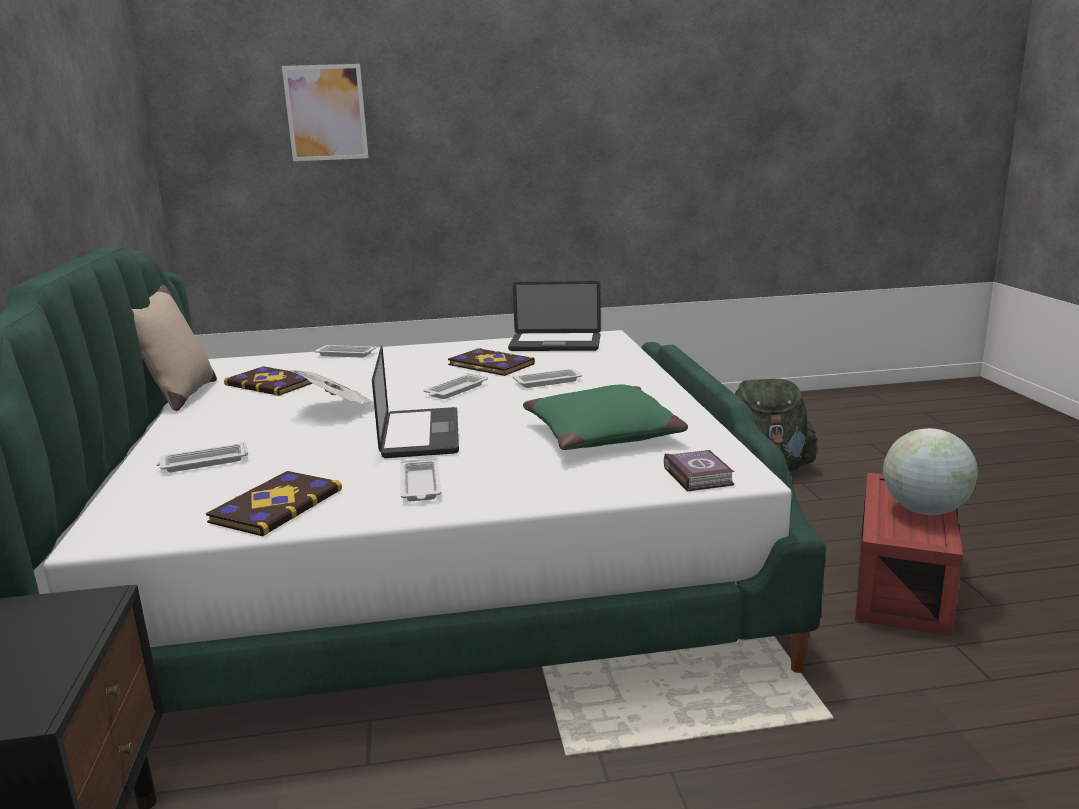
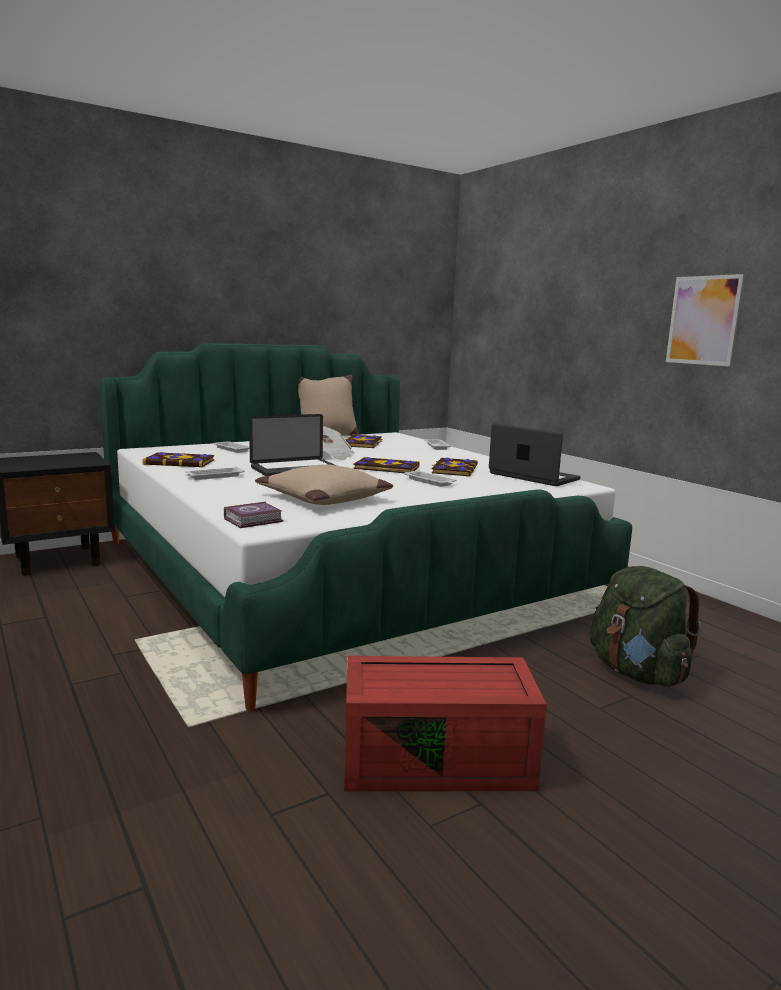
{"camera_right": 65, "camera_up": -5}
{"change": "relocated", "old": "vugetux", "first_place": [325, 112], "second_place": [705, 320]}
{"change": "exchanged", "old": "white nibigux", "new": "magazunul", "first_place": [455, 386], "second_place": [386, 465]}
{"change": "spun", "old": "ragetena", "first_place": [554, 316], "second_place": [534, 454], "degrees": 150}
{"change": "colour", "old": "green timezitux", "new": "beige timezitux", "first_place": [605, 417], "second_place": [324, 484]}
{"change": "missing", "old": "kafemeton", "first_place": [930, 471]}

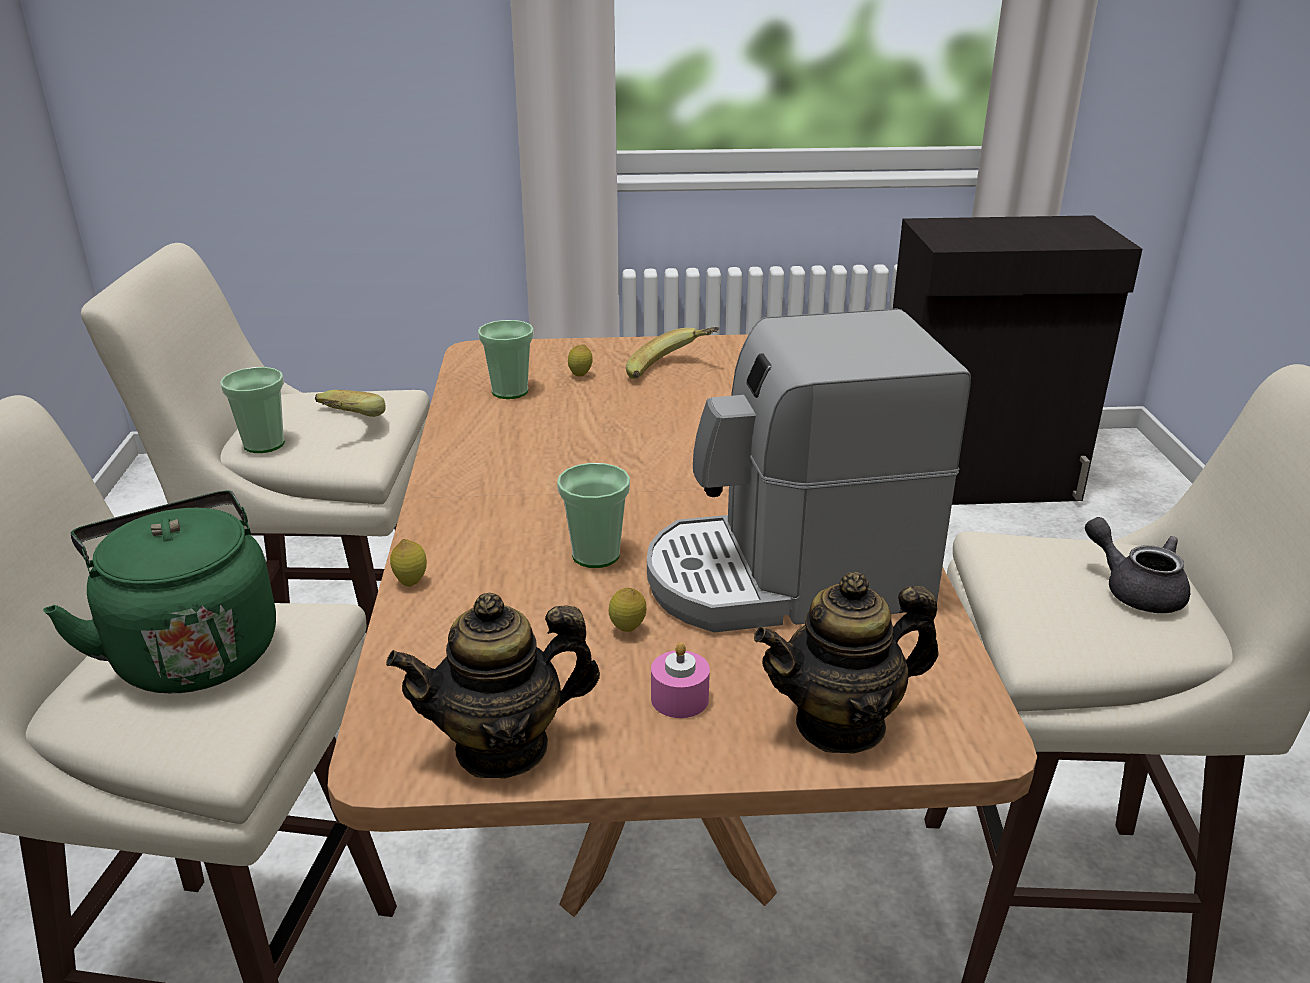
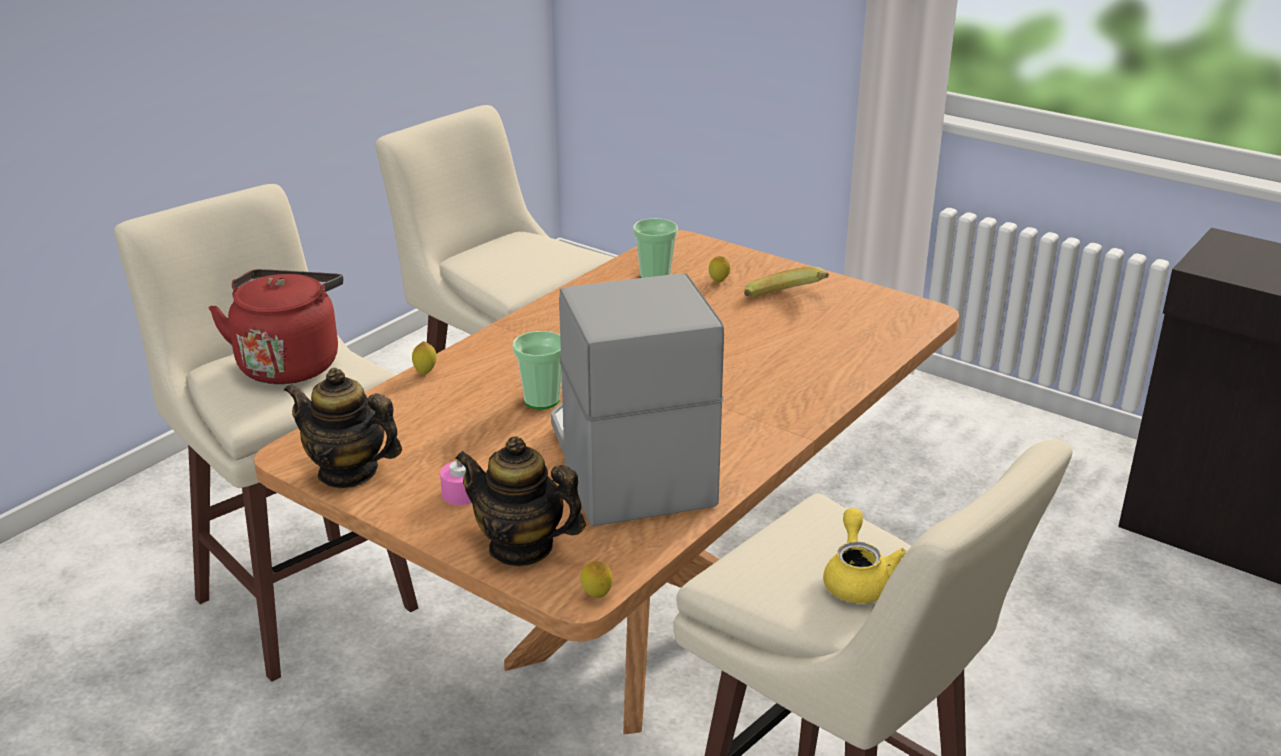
{"camera_right": 40, "camera_up": 0}
{"change": "colour", "old": "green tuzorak", "new": "red tuzorak", "first_place": [159, 591], "second_place": [275, 326]}
{"change": "missing", "old": "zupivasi", "first_place": [252, 410]}
{"change": "missing", "old": "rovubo", "first_place": [350, 403]}
{"change": "relocated", "old": "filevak", "first_place": [627, 609], "second_place": [596, 579]}
{"change": "spun", "old": "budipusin", "first_place": [809, 470], "second_place": [637, 400], "degrees": 45}
{"change": "colour", "old": "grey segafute", "new": "yellow segafute", "first_place": [1137, 565], "second_place": [865, 555]}

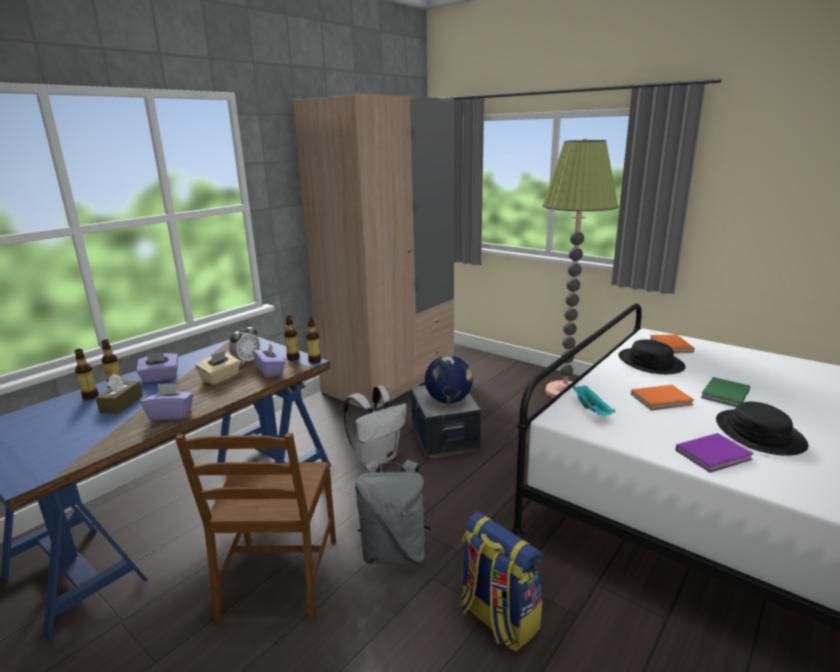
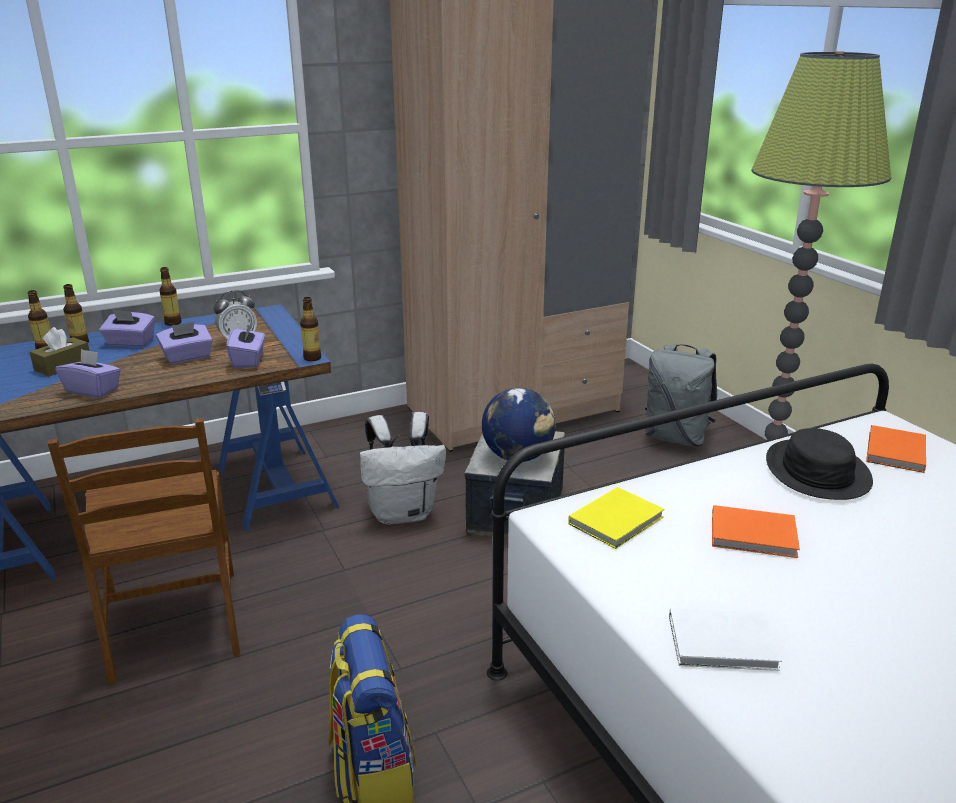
{"camera_right": 25, "camera_up": 5}
{"change": "spun", "old": "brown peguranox", "first_place": [255, 528], "second_place": [144, 551], "degrees": -45}
{"change": "colour", "old": "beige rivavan", "new": "purple rivavan", "first_place": [217, 367], "second_place": [184, 343]}
{"change": "relocated", "old": "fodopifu", "first_place": [292, 338], "second_place": [170, 296]}
{"change": "relocated", "old": "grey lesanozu", "first_place": [393, 512], "second_place": [681, 395]}
{"change": "exchanged", "old": "turquoise nibigux", "new": "yellow magazunul", "first_place": [593, 400], "second_place": [616, 518]}
{"change": "colour", "old": "purple magazunul", "new": "white magazunul", "first_place": [715, 453], "second_place": [725, 639]}
{"change": "missing", "old": "green magazunul", "first_place": [725, 392]}
{"change": "missing", "old": "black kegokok", "first_place": [762, 428]}

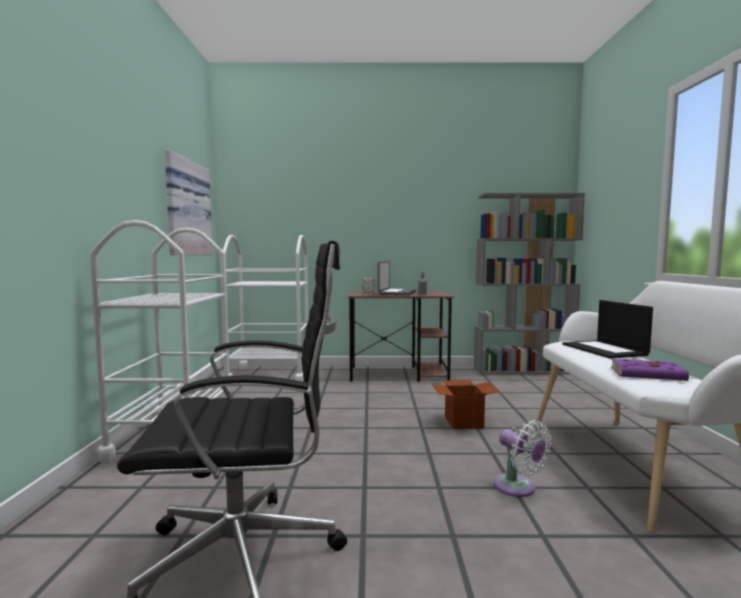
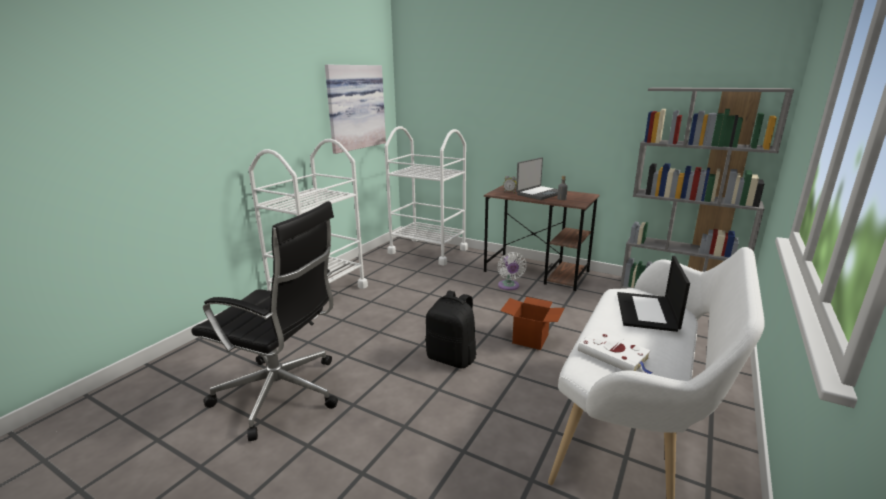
{"camera_right": 30, "camera_up": 15}
{"change": "relocated", "old": "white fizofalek", "first_place": [522, 458], "second_place": [512, 271]}
{"change": "colour", "old": "purple magazunul", "new": "white magazunul", "first_place": [653, 370], "second_place": [615, 352]}
{"change": "appeared", "new": "black lesanozu", "second_place": [450, 329]}

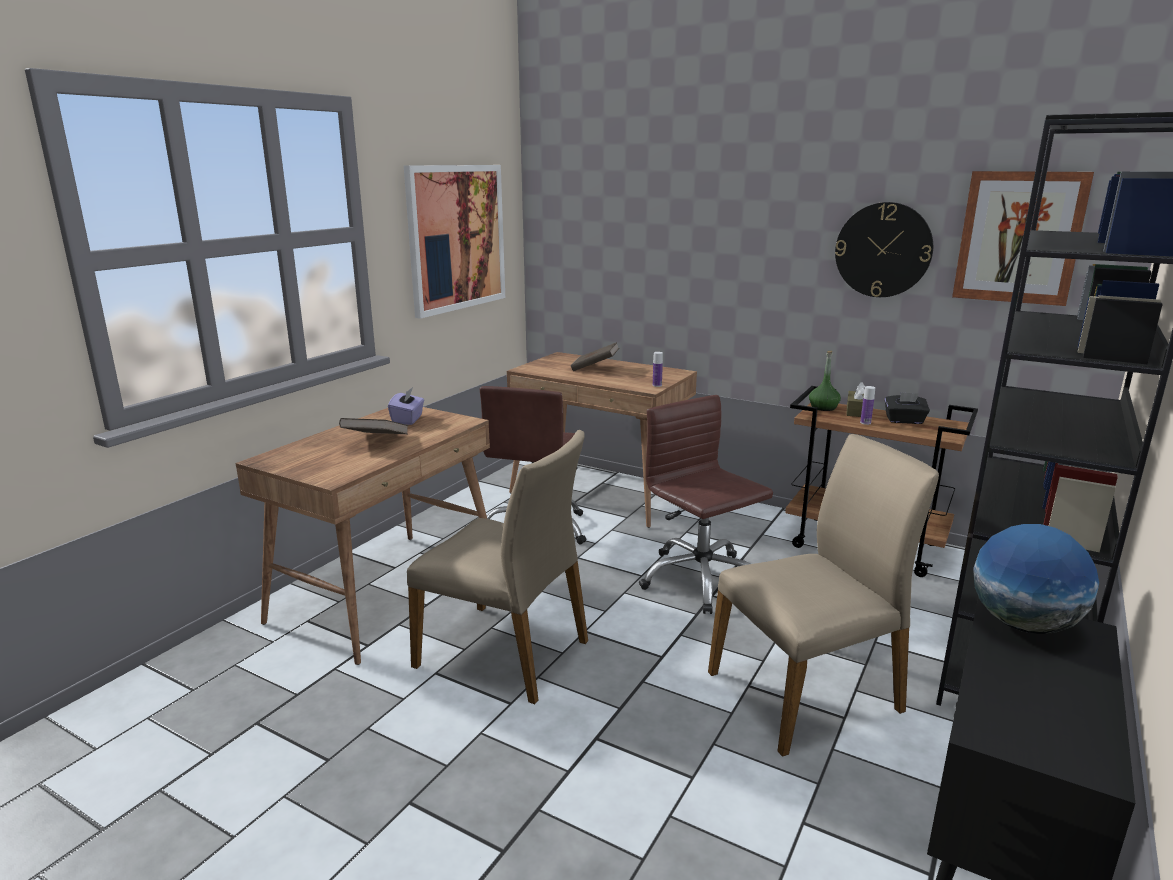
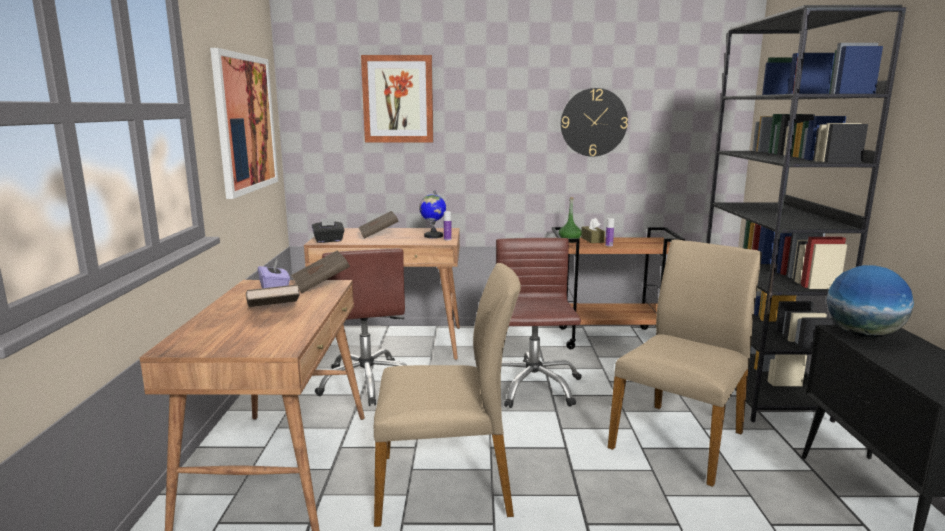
{"camera_right": -30, "camera_up": -5}
{"change": "spun", "old": "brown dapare", "first_place": [706, 504], "second_place": [539, 323], "degrees": 60}
{"change": "relocated", "old": "black rivavan", "first_place": [907, 408], "second_place": [328, 230]}
{"change": "relocated", "old": "vugetux", "first_place": [1023, 238], "second_place": [397, 99]}
{"change": "appeared", "new": "brown magazunul", "second_place": [320, 271]}
{"change": "appeared", "new": "kafemeton", "second_place": [432, 214]}

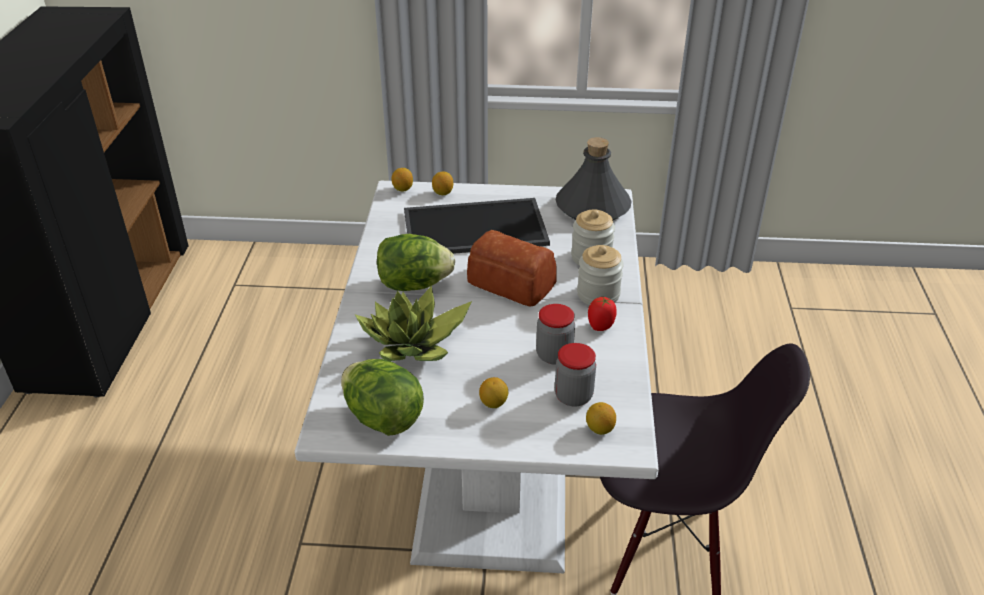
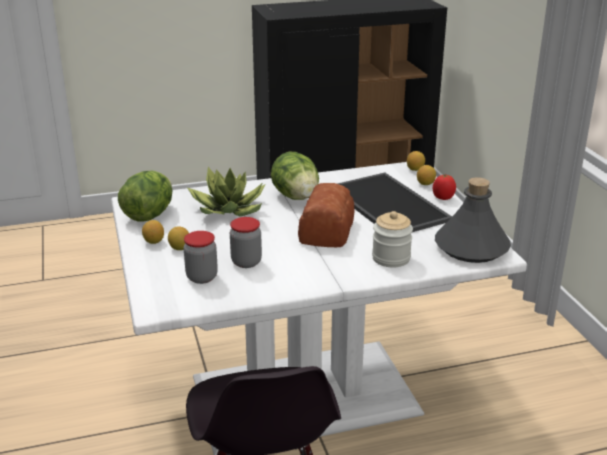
{"camera_right": 70, "camera_up": -10}
{"change": "missing", "old": "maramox", "first_place": [600, 275]}
{"change": "relocated", "old": "filevak", "first_place": [601, 418], "second_place": [153, 232]}
{"change": "relocated", "old": "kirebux", "first_place": [602, 314], "second_place": [444, 187]}

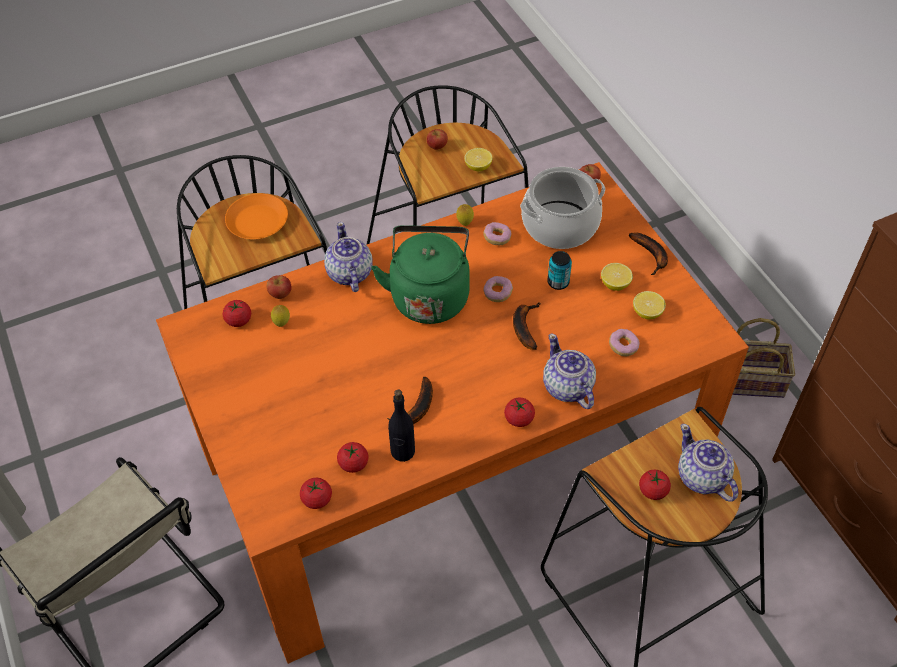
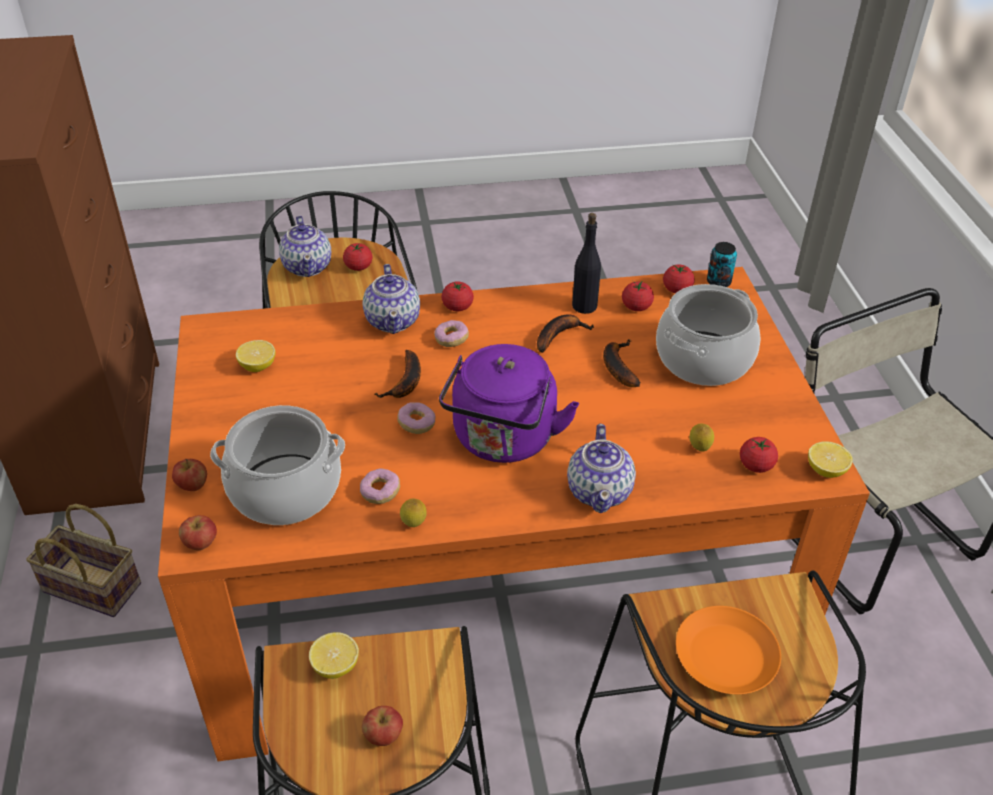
{"camera_right": -165, "camera_up": -10}
{"change": "relocated", "old": "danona", "first_place": [279, 287], "second_place": [189, 475]}
{"change": "colour", "old": "green tuzorak", "new": "purple tuzorak", "first_place": [420, 274], "second_place": [509, 403]}
{"change": "relocated", "old": "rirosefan", "first_place": [559, 270], "second_place": [722, 264]}
{"change": "relocated", "old": "filevak", "first_place": [617, 277], "second_place": [830, 459]}
{"change": "relocated", "old": "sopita", "first_place": [624, 342], "second_place": [451, 333]}
{"change": "relocated", "old": "rovubo", "first_place": [648, 254], "second_place": [622, 363]}
{"change": "appeared", "new": "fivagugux", "second_place": [708, 335]}

